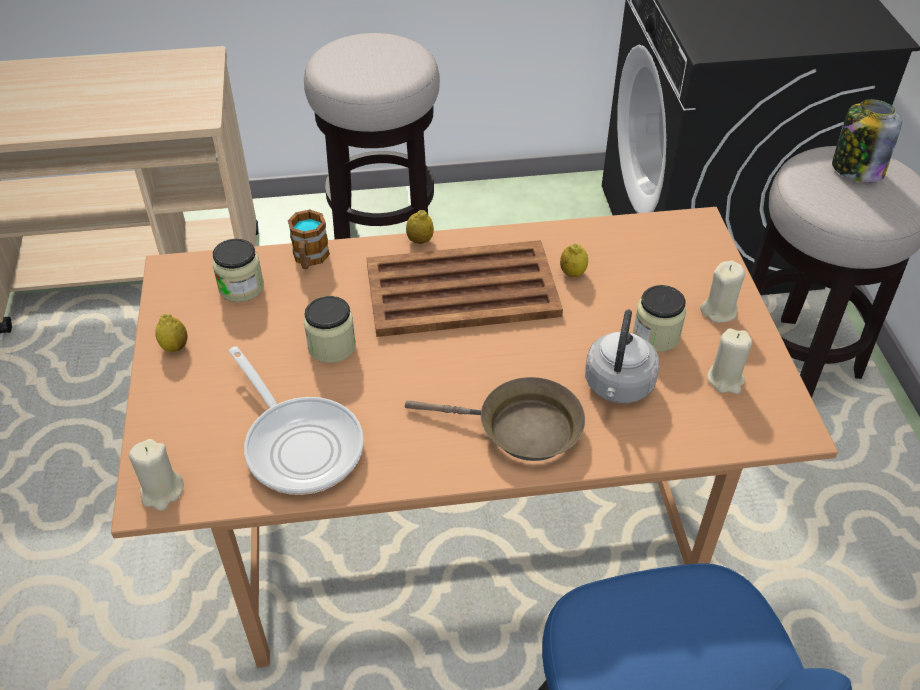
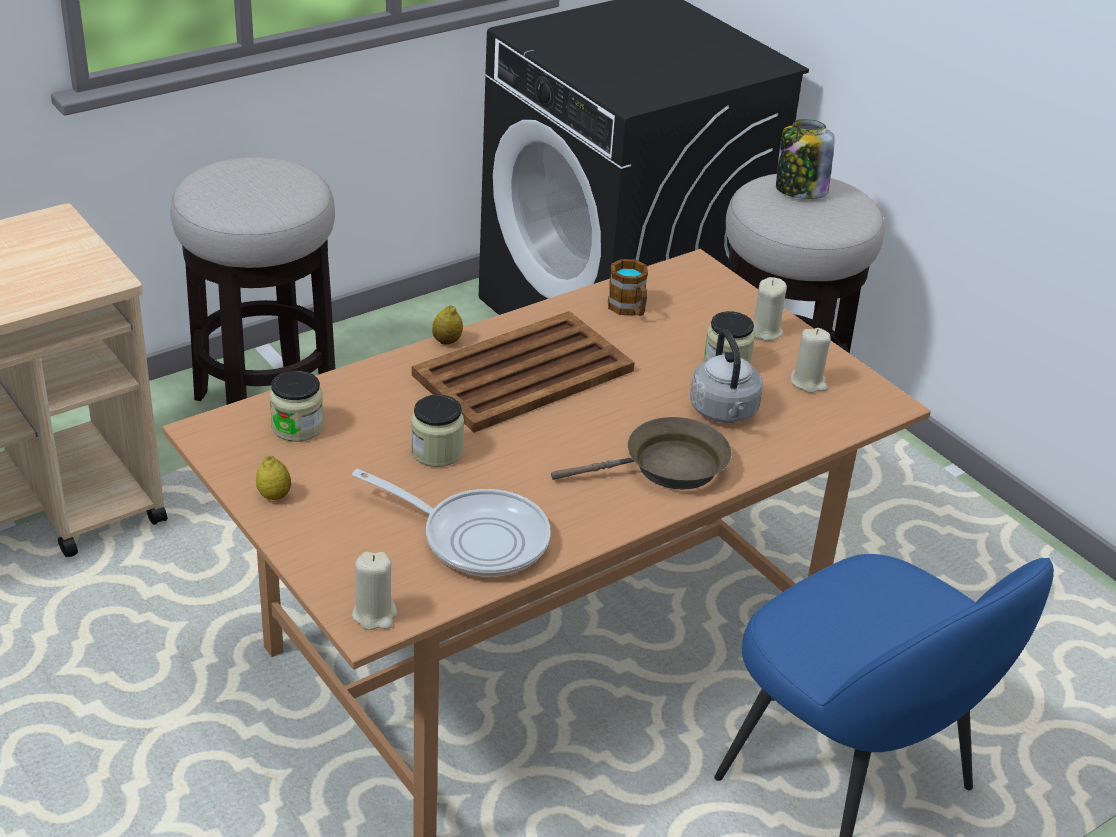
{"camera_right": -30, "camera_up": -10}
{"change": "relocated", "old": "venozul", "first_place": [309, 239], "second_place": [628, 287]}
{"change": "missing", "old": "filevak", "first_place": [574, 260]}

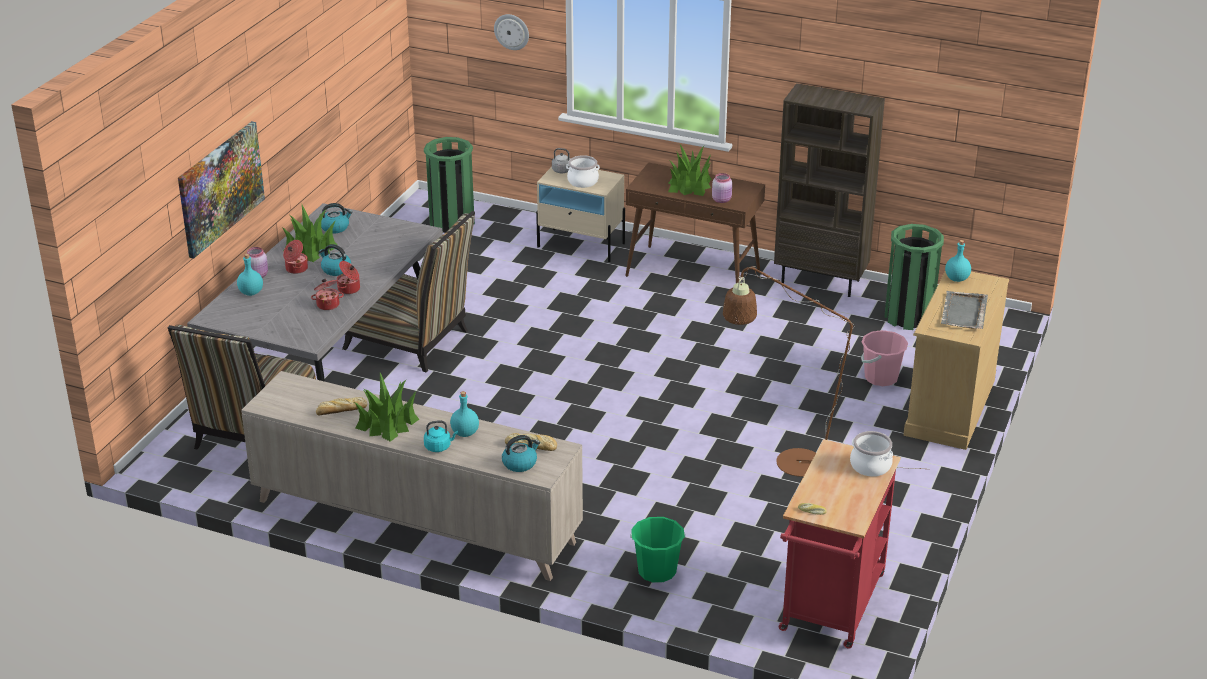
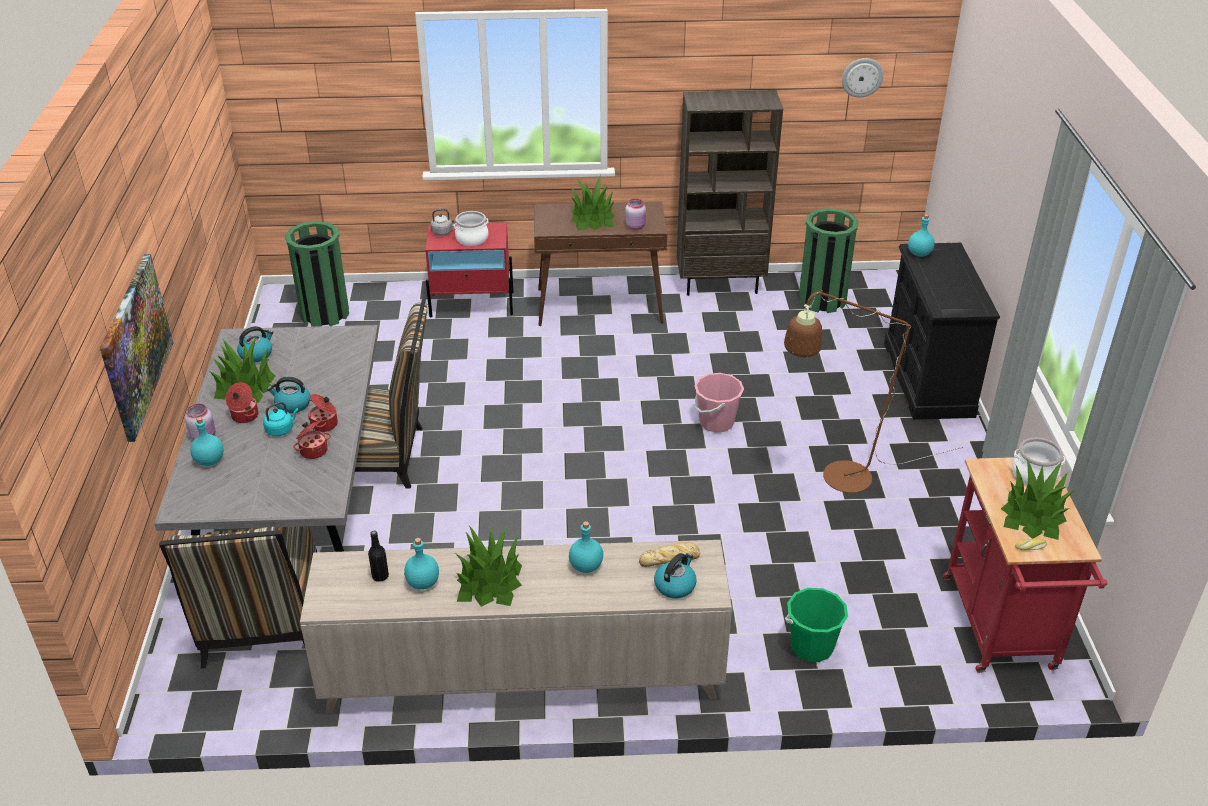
{"camera_right": -25, "camera_up": 5}
{"change": "exchanged", "old": "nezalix", "new": "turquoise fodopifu", "first_place": [341, 406], "second_place": [421, 564]}
{"change": "relocated", "old": "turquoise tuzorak", "first_place": [441, 436], "second_place": [281, 419]}
{"change": "relocated", "old": "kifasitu", "first_place": [511, 32], "second_place": [863, 78]}
{"change": "colour", "old": "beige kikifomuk", "new": "red kikifomuk", "first_place": [580, 214], "second_place": [469, 269]}
{"change": "relocated", "old": "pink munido", "first_place": [884, 358], "second_place": [719, 403]}
{"change": "colour", "old": "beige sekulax", "new": "black sekulax", "first_place": [956, 360], "second_place": [942, 331]}
{"change": "missing", "old": "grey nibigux", "first_place": [964, 310]}
{"change": "appeared", "new": "black fodopifu", "second_place": [378, 556]}
{"change": "appeared", "new": "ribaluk", "second_place": [1038, 499]}

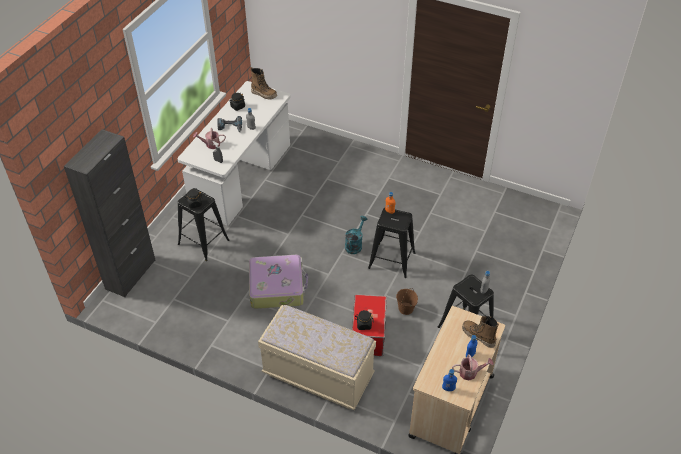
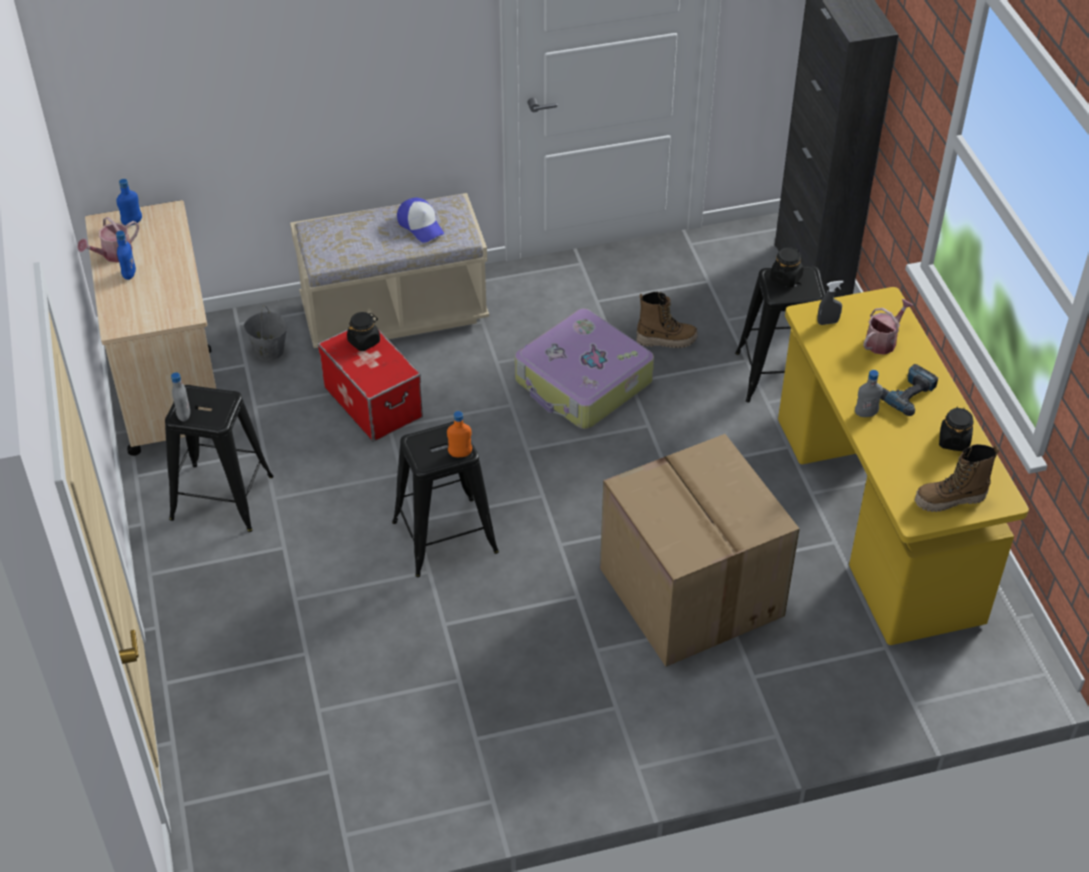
{"camera_right": 140, "camera_up": 0}
{"change": "colour", "old": "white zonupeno", "new": "yellow zonupeno", "first_place": [234, 153], "second_place": [903, 466]}
{"change": "missing", "old": "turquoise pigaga", "first_place": [356, 235]}
{"change": "missing", "old": "brown munido", "first_place": [407, 301]}
{"change": "relocated", "old": "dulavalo", "first_place": [480, 332], "second_place": [666, 320]}
{"change": "appeared", "new": "grey munido", "second_place": [265, 333]}
{"change": "appeared", "new": "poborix", "second_place": [420, 220]}
{"change": "appeared", "new": "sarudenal", "second_place": [700, 550]}

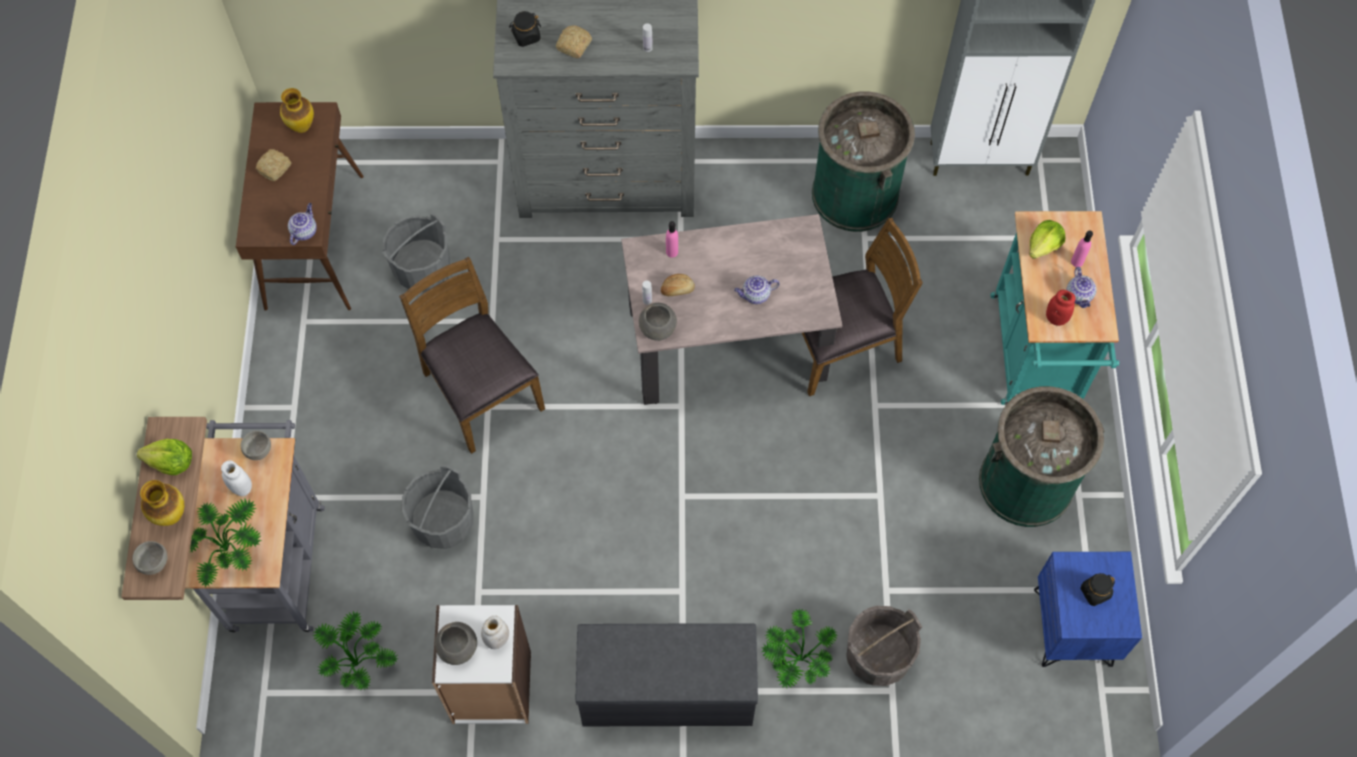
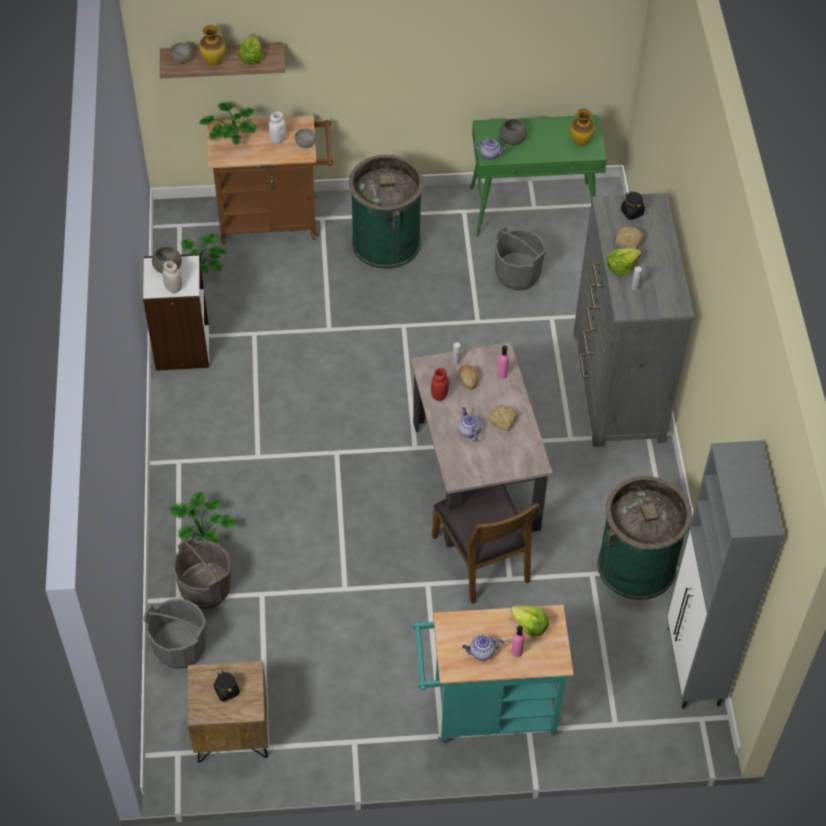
{"camera_right": 85, "camera_up": -10}
{"change": "colour", "old": "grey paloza", "new": "brown paloza", "first_place": [255, 526], "second_place": [270, 180]}
{"change": "colour", "old": "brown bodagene", "new": "green bodagene", "first_place": [300, 206], "second_place": [538, 175]}
{"change": "relocated", "old": "nezalix", "first_place": [273, 165], "second_place": [503, 418]}
{"change": "missing", "old": "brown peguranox", "first_place": [472, 355]}
{"change": "relocated", "old": "grey munido", "first_place": [437, 507], "second_place": [174, 634]}
{"change": "missing", "old": "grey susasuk", "first_place": [667, 674]}
{"change": "relocated", "old": "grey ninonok", "first_place": [658, 322], "second_place": [513, 132]}
{"change": "relocated", "old": "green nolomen", "first_place": [1042, 456], "second_place": [386, 212]}
{"change": "colour", "old": "blue kikifomuk", "new": "brown kikifomuk", "first_place": [1088, 609], "second_place": [228, 712]}
{"change": "relocated", "old": "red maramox", "first_place": [1061, 308], "second_place": [440, 384]}
{"change": "appeared", "new": "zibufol", "second_place": [624, 262]}

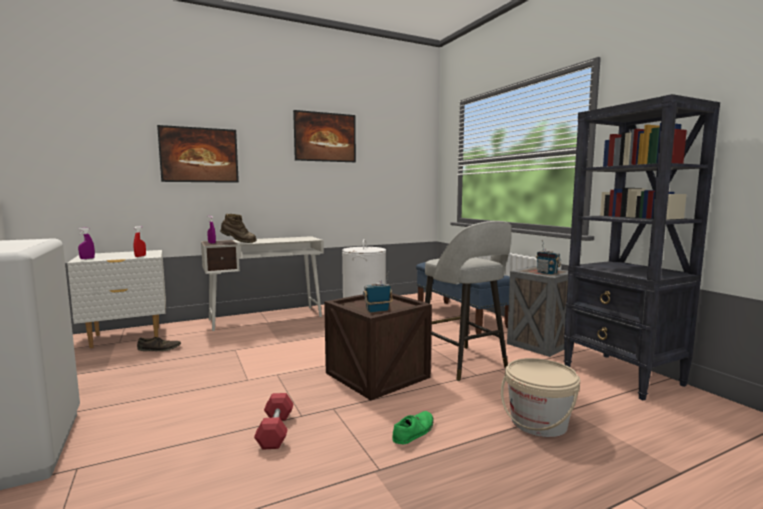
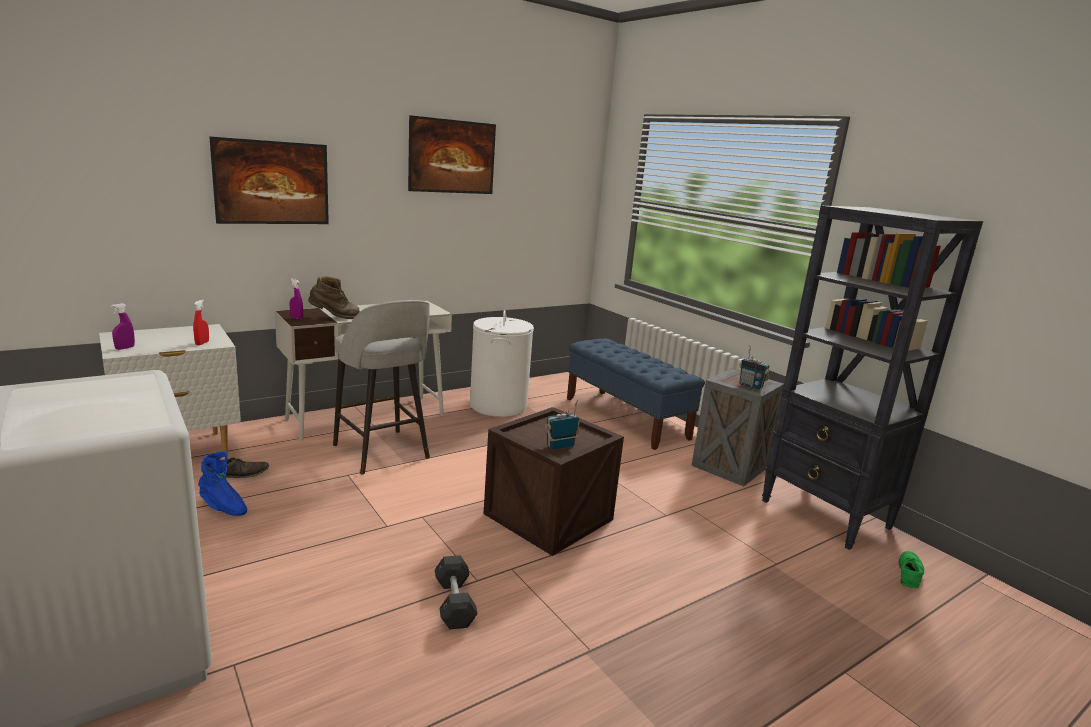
{"camera_right": -10, "camera_up": 10}
{"change": "colour", "old": "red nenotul", "new": "grey nenotul", "first_place": [273, 421], "second_place": [456, 592]}
{"change": "relocated", "old": "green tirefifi", "first_place": [413, 427], "second_place": [911, 569]}
{"change": "relocated", "old": "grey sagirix", "first_place": [468, 301], "second_place": [381, 387]}
{"change": "missing", "old": "beige munido", "first_place": [540, 397]}
{"change": "appeared", "new": "blue dulavalo", "second_place": [222, 483]}

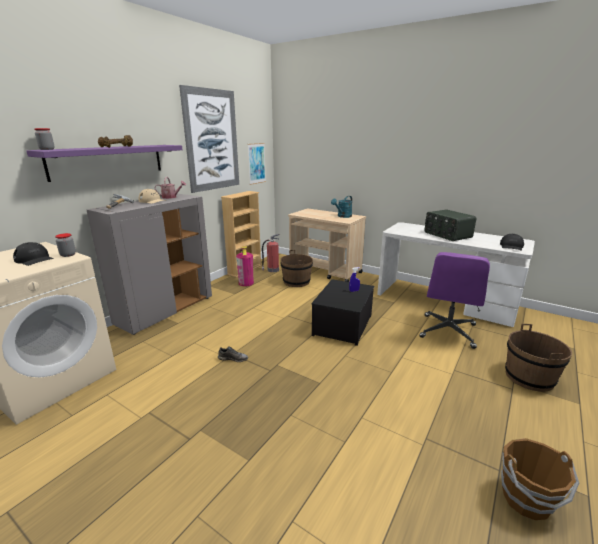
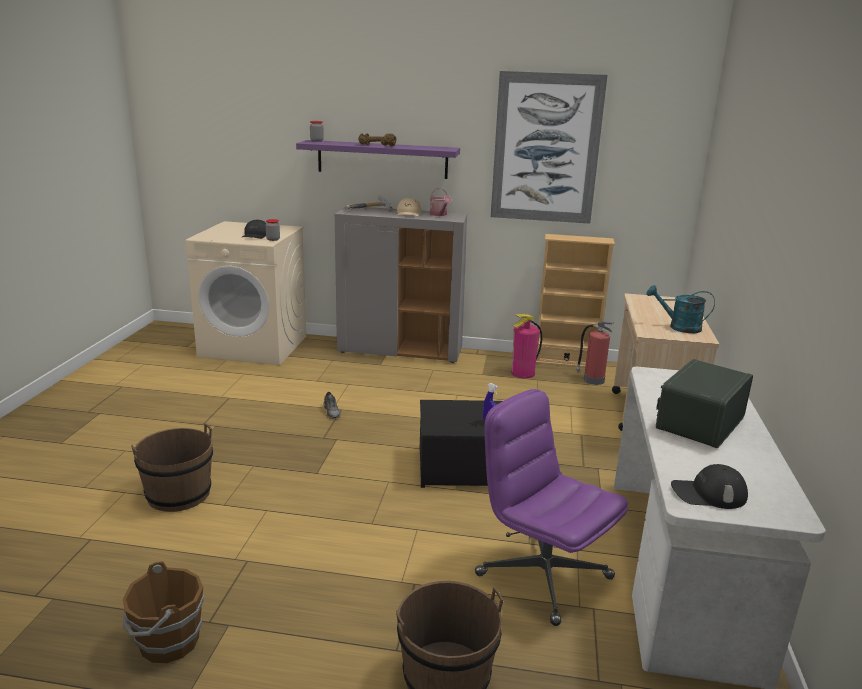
{"camera_right": 65, "camera_up": 0}
{"change": "missing", "old": "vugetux", "first_place": [257, 164]}
{"change": "relocated", "old": "brown munido", "first_place": [296, 268], "second_place": [172, 467]}
{"change": "spun", "old": "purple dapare", "first_place": [454, 300], "second_place": [551, 507], "degrees": 45}

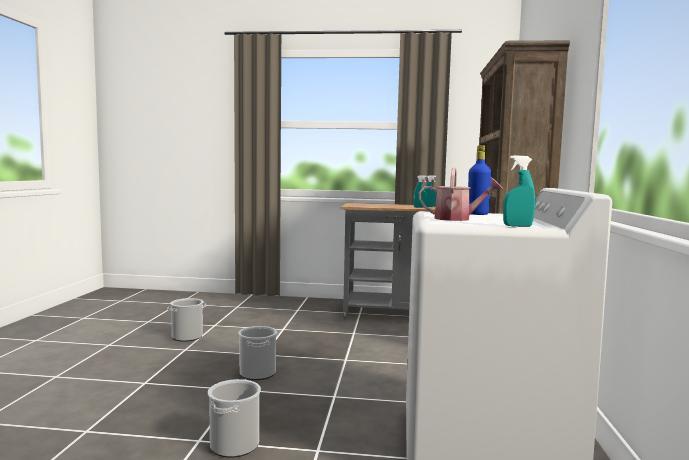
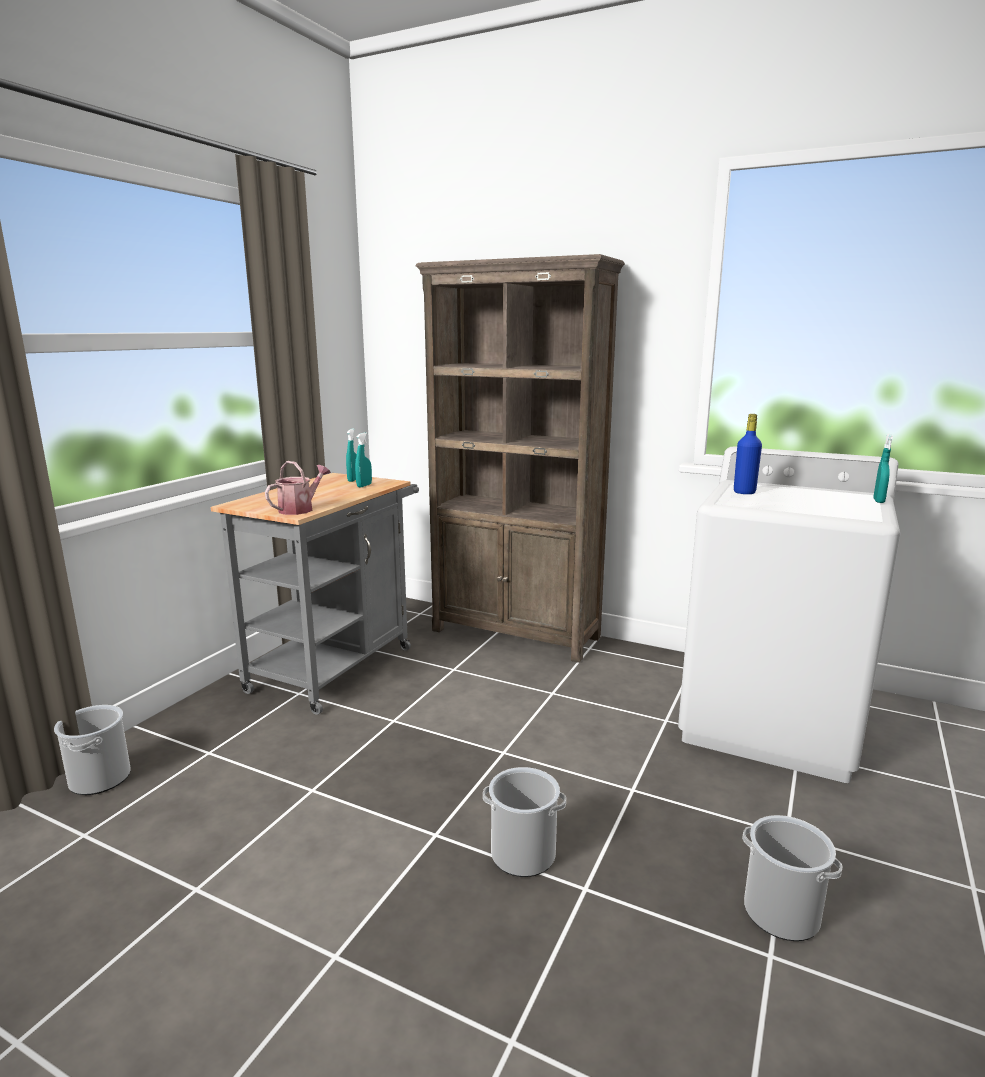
{"camera_right": -70, "camera_up": 10}
{"change": "relocated", "old": "munido", "first_place": [186, 320], "second_place": [92, 750]}
{"change": "relocated", "old": "pigaga", "first_place": [461, 194], "second_place": [298, 488]}

